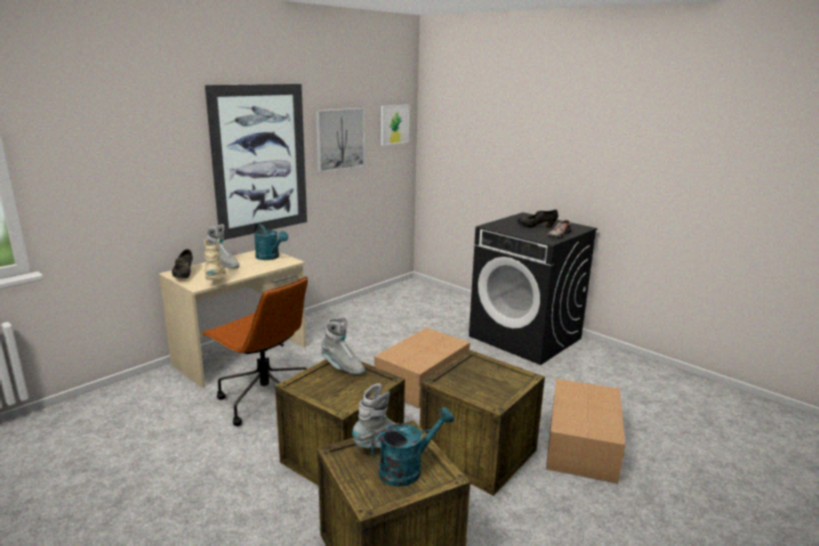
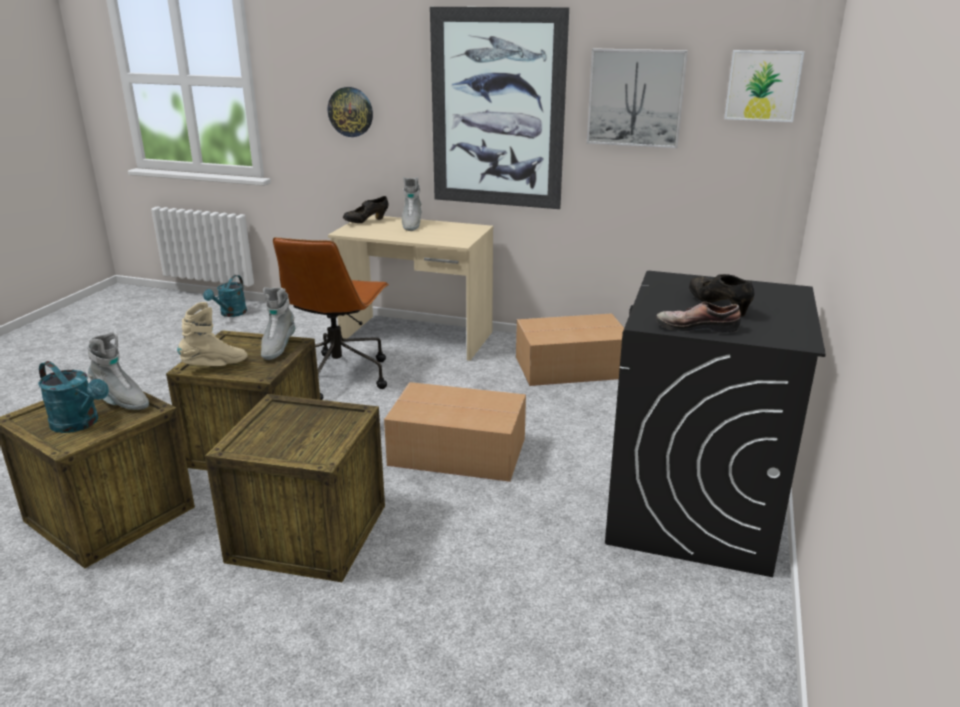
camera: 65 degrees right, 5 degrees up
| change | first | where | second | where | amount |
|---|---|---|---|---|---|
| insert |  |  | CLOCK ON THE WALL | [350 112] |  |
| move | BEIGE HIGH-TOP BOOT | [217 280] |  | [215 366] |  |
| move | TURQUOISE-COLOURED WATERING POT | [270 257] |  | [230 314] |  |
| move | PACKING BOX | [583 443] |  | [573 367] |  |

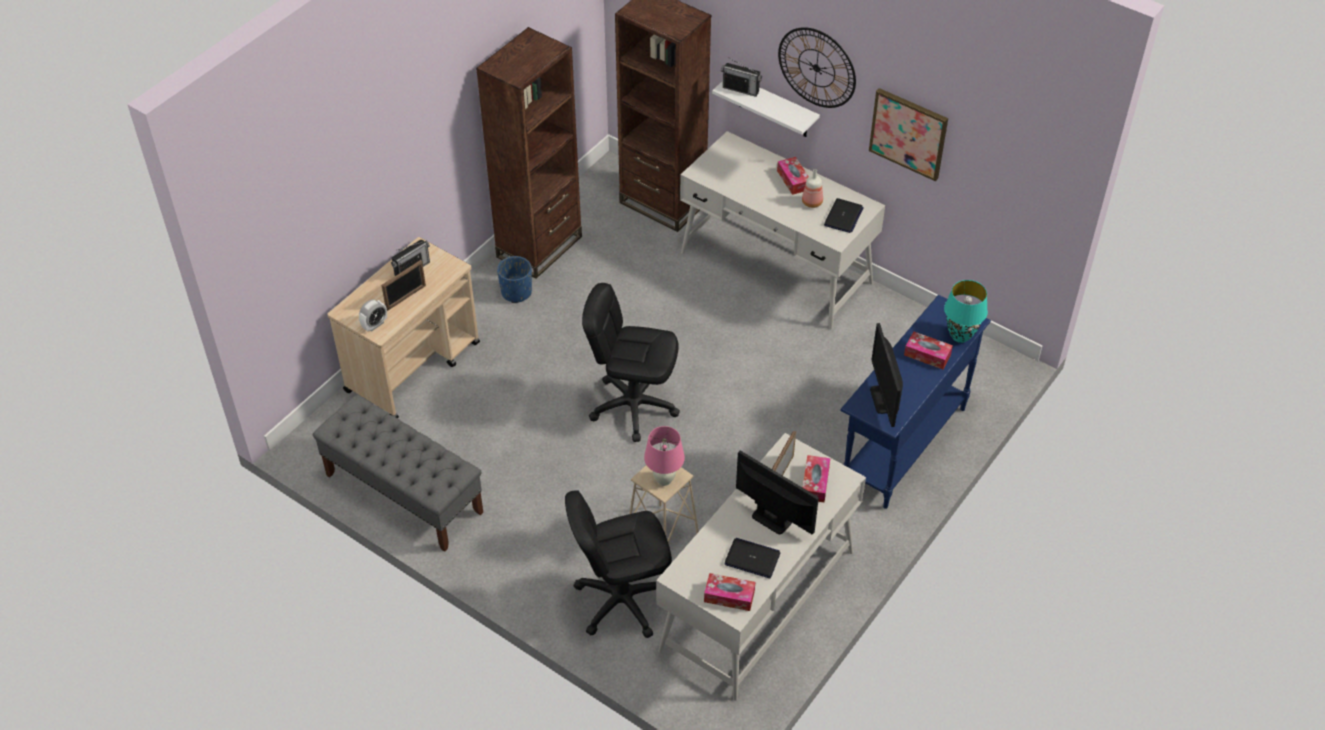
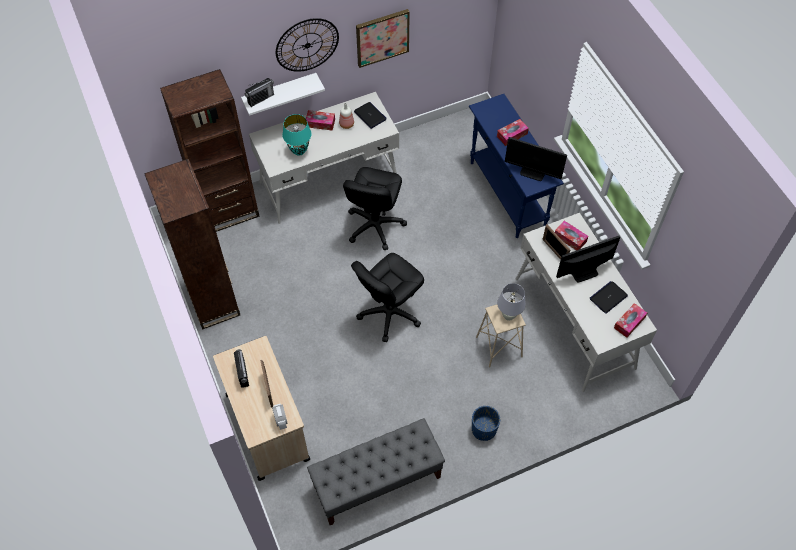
camera: 60 degrees left, 10 degrees up
| change | first | where | second | where | amount |
|---|---|---|---|---|---|
| move | BLUE-COLOURED PLANTER | [516 292] |  | [483 430] |  |
| move | BLACKISH COMPUTER CHAIR | [622 600] |  | [374 225] |  |
| move | TURQUOISE-COLOURED LAMP FOR A TABLE | [960 336] |  | [299 151] |  |
| recolor | PINK LAMP FOR A TABLE | [664 480] | WHITISH LAMP FOR A TABLE | [508 316] |  |

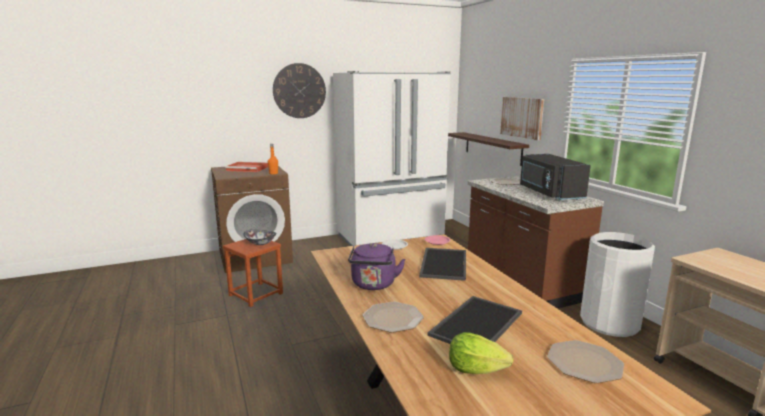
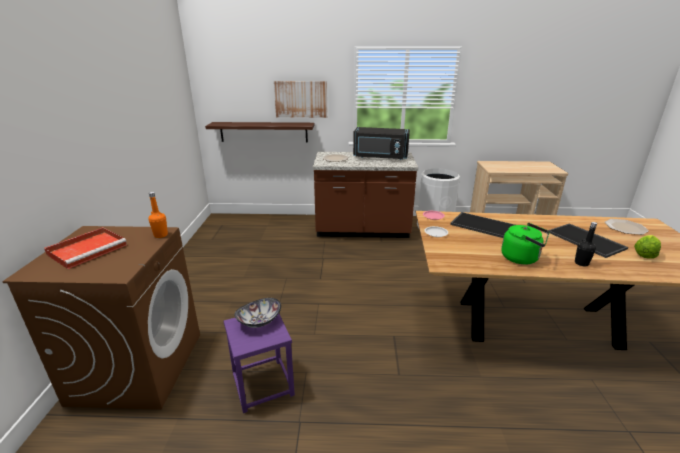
camera: 65 degrees left, 10 degrees up
| change | first | where | second | where | amount |
|---|---|---|---|---|---|
| delete | CLOCK ON THE WALL | [299 91] |  |  |  |
| delete | WHITISH FRIDGE | [391 239] |  |  |  |
| replace | DINNER PLATE | [392 318] | BLACKISH BEVERAGE BOTTLE | [581 263] |  |
| recolor | BROWN-COLOURED STOOL | [256 294] | PURPLE-COLOURED STOOL | [263 384] |  |
| recolor | PURPLE-COLOURED TEA KETTLE | [373 285] | GREEN TEA KETTLE | [522 258] |  |

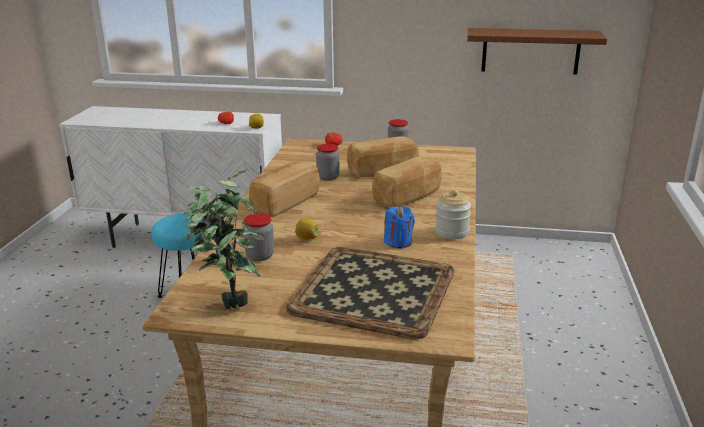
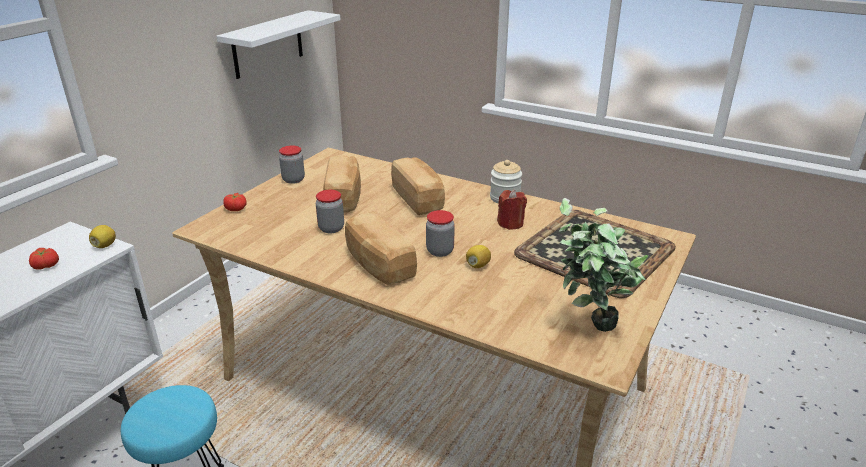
camera: 70 degrees left, 5 degrees up
| change | first | where | second | where | amount |
|---|---|---|---|---|---|
| move | STORAGE JAR | [260 256] |  | [440 251] |  |
| recolor | BLUE-COLOURED WAX CANDLE | [398 242] | REDDISH WAX CANDLE | [510 223] |  |
| recolor | BROWN-COLOURED WALL SHELF | [530 51] | WHITISH WALL SHELF | [268 44] |  |

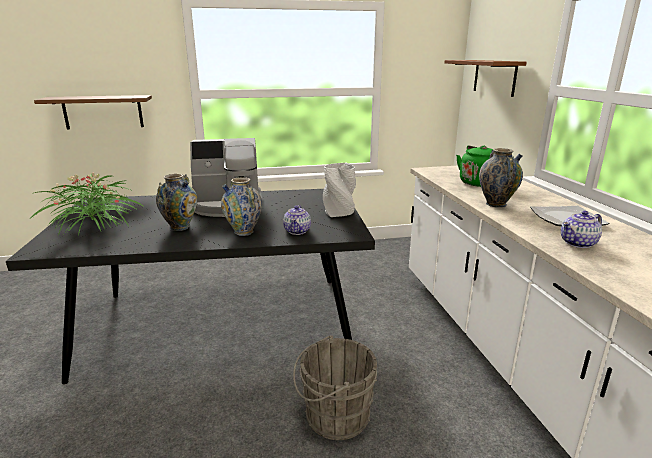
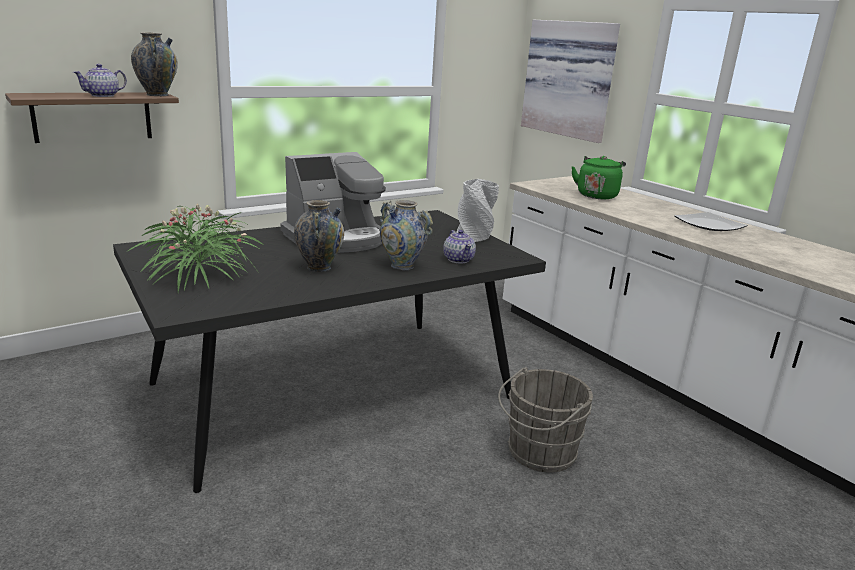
camera: 25 degrees left, 0 degrees up
| change | first | where | second | where | amount |
|---|---|---|---|---|---|
| move | DECORATIVE VASE | [496 204] |  | [157 95] |  |
| move | TEAPOT | [578 243] |  | [103 95] |  |
| replace | BROWN-COLOURED WALL SHELF | [494 77] | PICTURE | [570 79] |  |

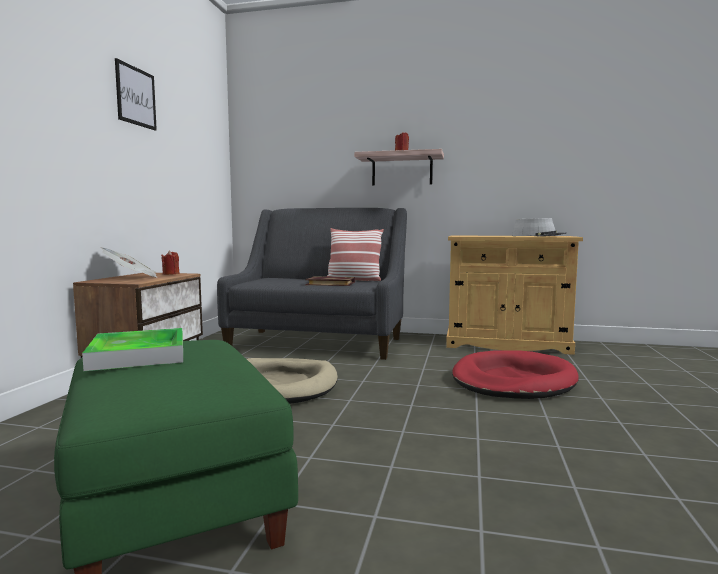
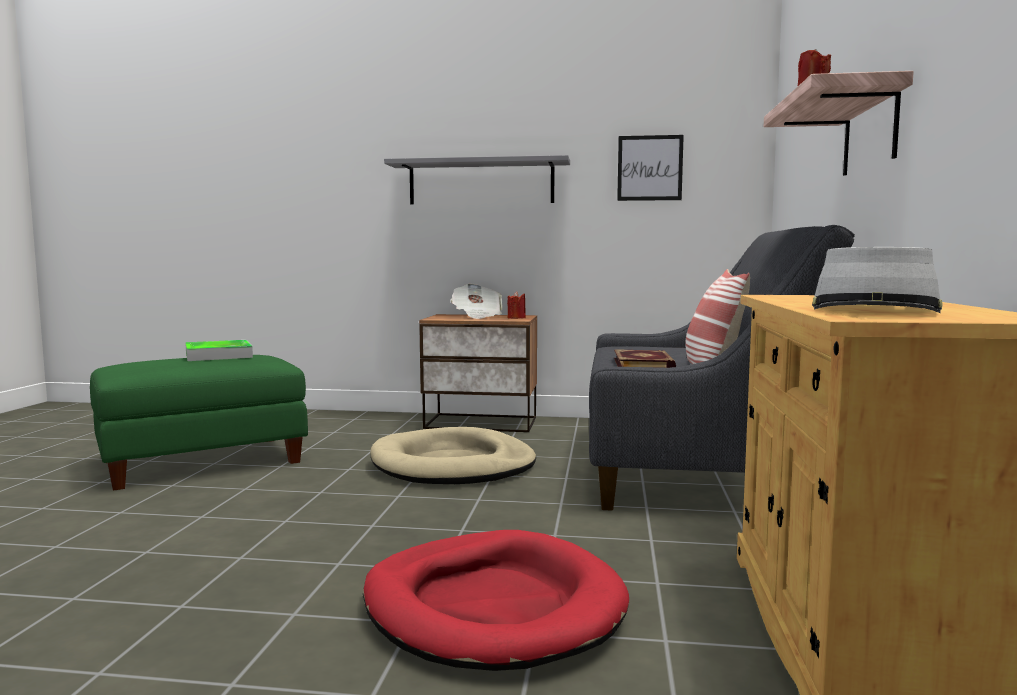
camera: 85 degrees right, 0 degrees up
| change | first | where | second | where | amount |
|---|---|---|---|---|---|
| insert |  |  | GRAY WALL SHELF | [481 182] |  |
| move | PICTURE | [136 96] |  | [650 168] |  |

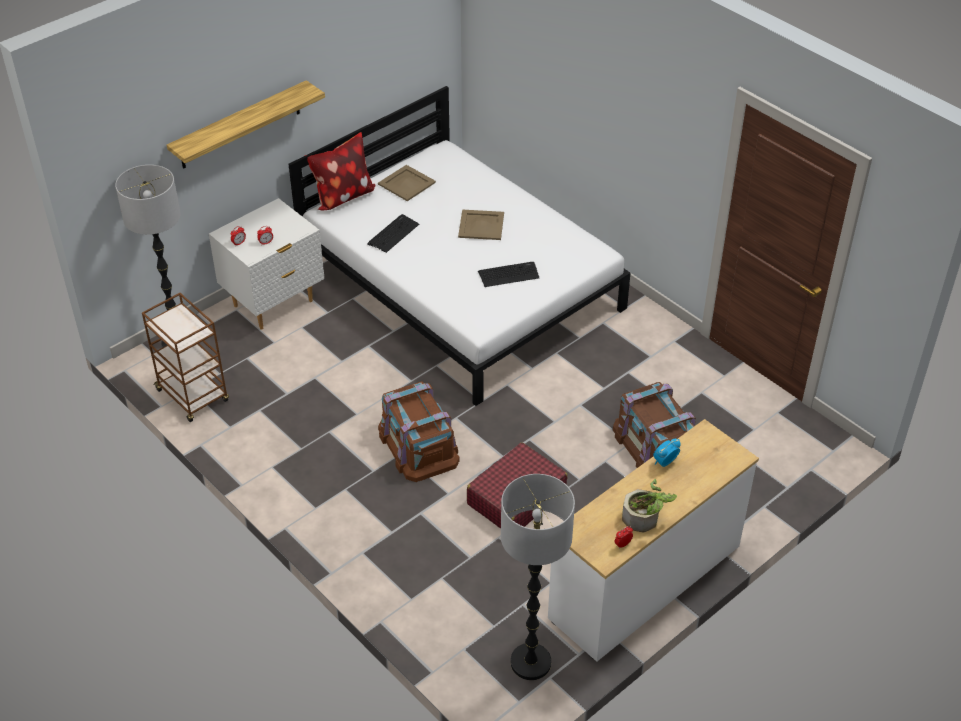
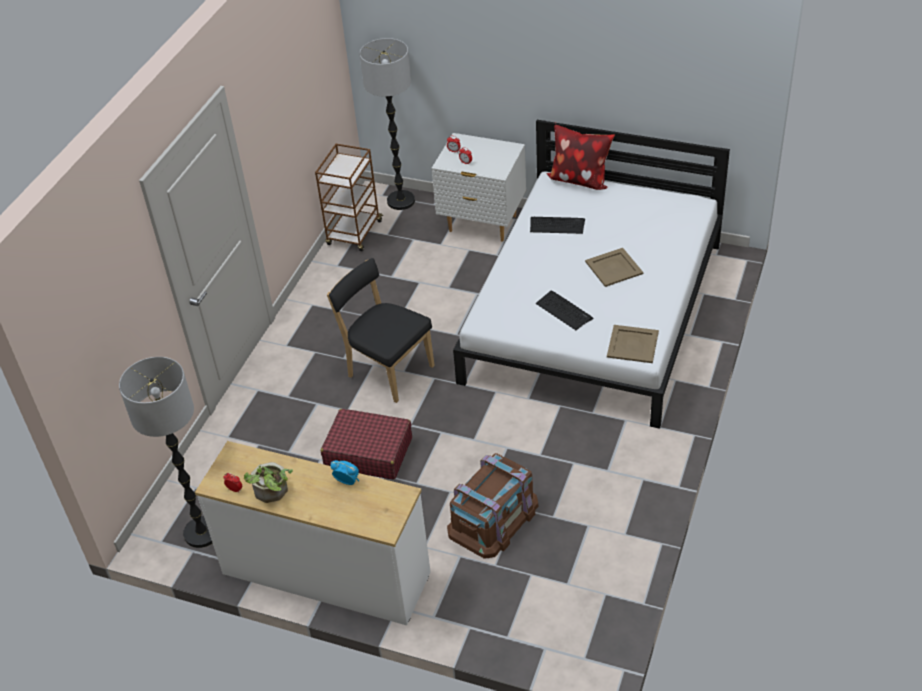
camera: 65 degrees right, 0 degrees up
| change | first | where | second | where | amount |
|---|---|---|---|---|---|
| delete | WALL SHELF | [240 125] |  |  |  |
| move | BEIGE TRAY | [406 183] |  | [632 344] |  |
| replace | BROWN-COLOURED STORAGE CONTAINER | [417 445] | BLACKISH UPRIGHT CHAIR | [387 370] |  |

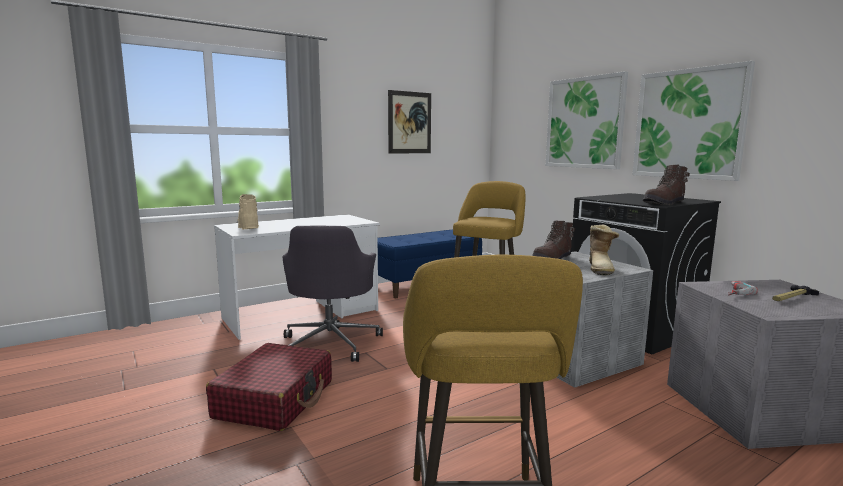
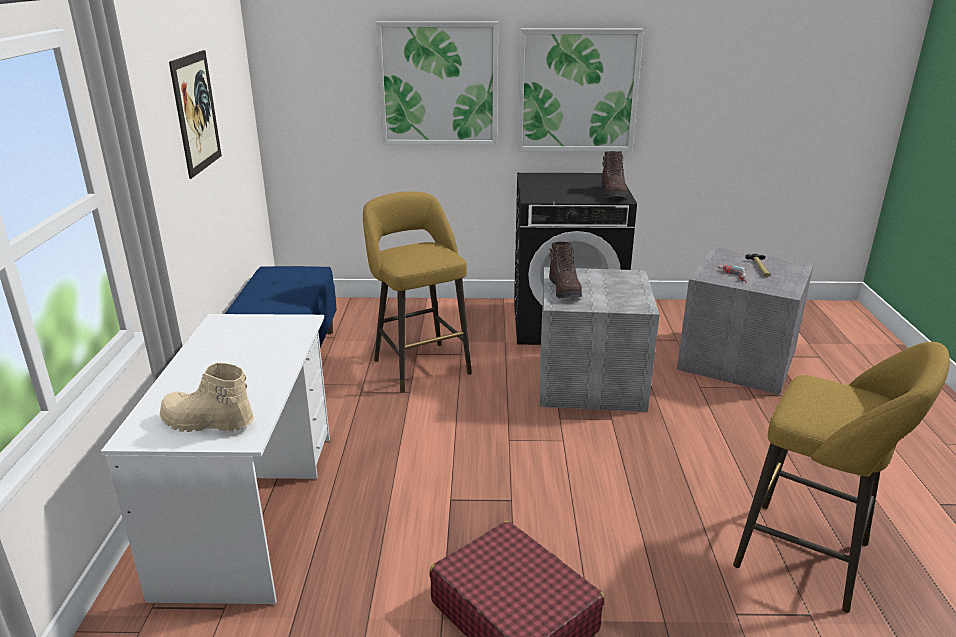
camera: 55 degrees left, 15 degrees up
| change | first | where | second | where | amount |
|---|---|---|---|---|---|
| delete | GRAY COMPUTER CHAIR | [331 343] |  |  |  |
| delete | HIGH-TOP BOOT | [601 268] |  |  |  |

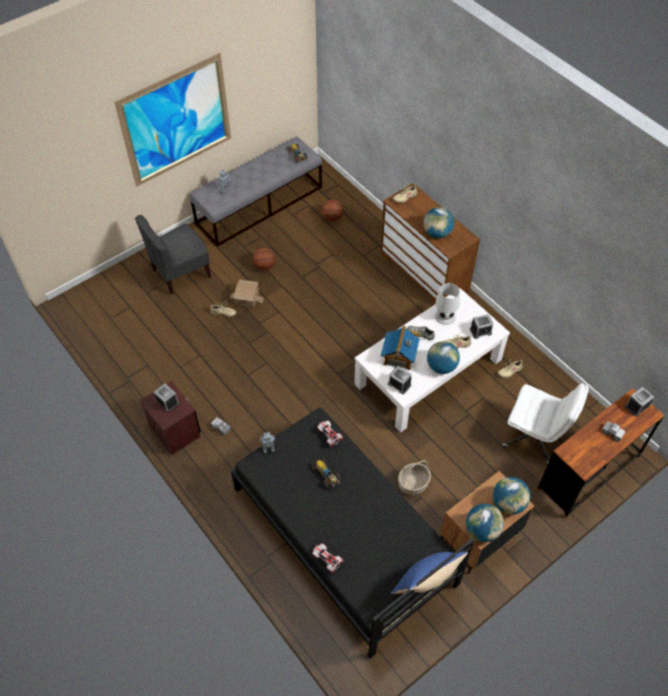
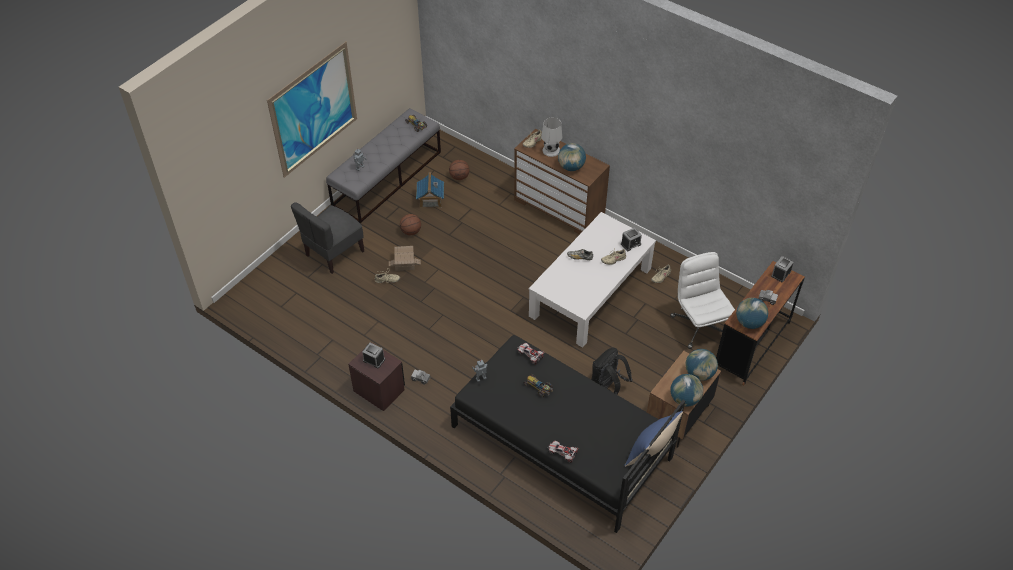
camera: 15 degrees left, 5 degrees down
| change | first | where | second | where | amount |
|---|---|---|---|---|---|
| delete | TABLE CLOCK | [399 384] |  |  |  |
| move | MODEL HOUSE | [399 356] |  | [430 200] |  |
| move | DESK GLOBE | [441 366] |  | [749 322] |  |
| move | WHITISH LAMP FOR A TABLE | [445 316] |  | [551 150] |  |
| replace | STORAGE BASKET | [413 484] | BLACKISH BACKPACK | [607 387] |  |
| rotate | WHITISH COMPUTER CHAIR | [535 437] |  | [699 326] | 120 degrees counterclockwise |

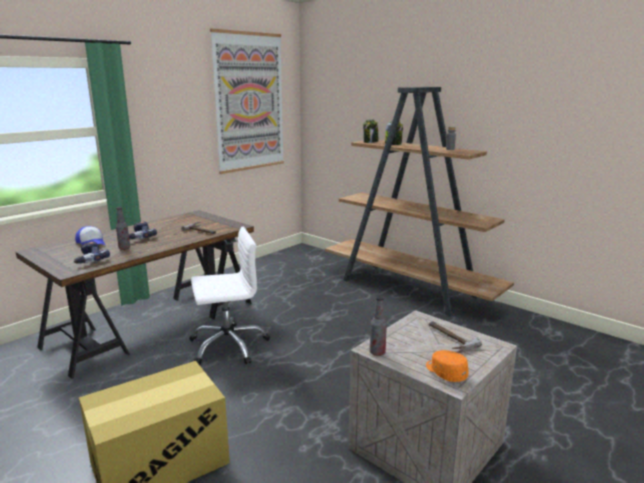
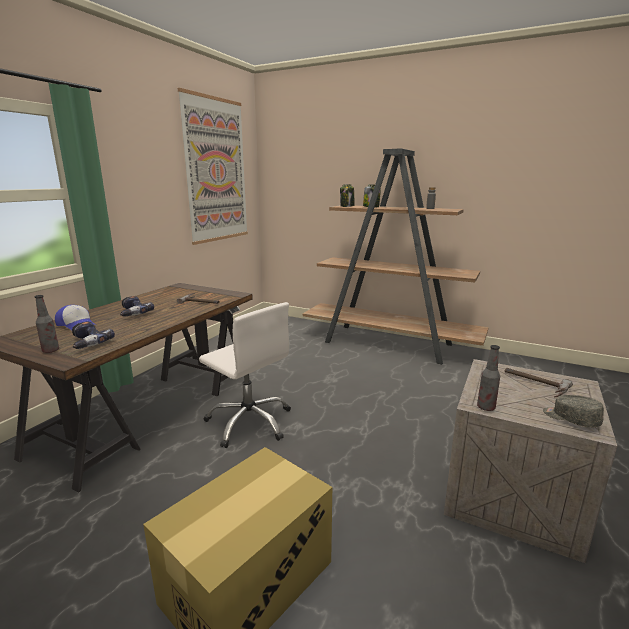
camera: 15 degrees left, 0 degrees up
| change | first | where | second | where | amount |
|---|---|---|---|---|---|
| move | BEVERAGE BOTTLE | [124 248] |  | [50 350] |  |
| recolor | ORANGE-COLOURED BASEBALL CAP | [445 373] | GRAY BASEBALL CAP | [570 419] |  |
| rotate | WHITISH COMPUTER CHAIR | [228 345] |  | [249 422] | 75 degrees clockwise |

